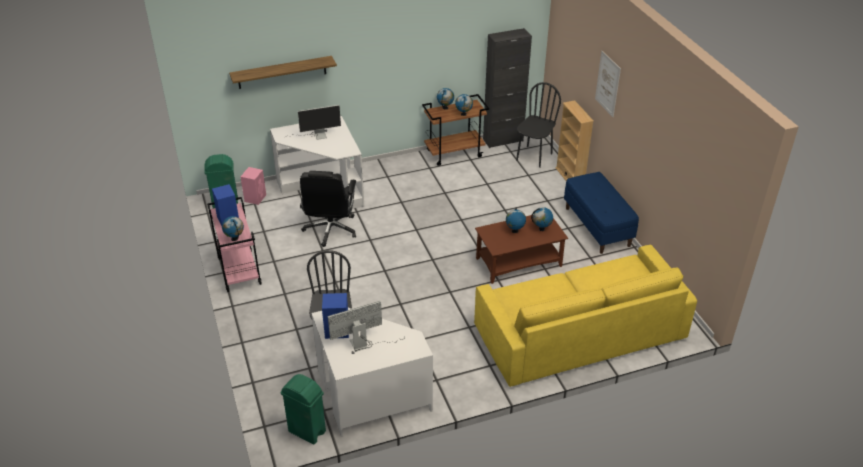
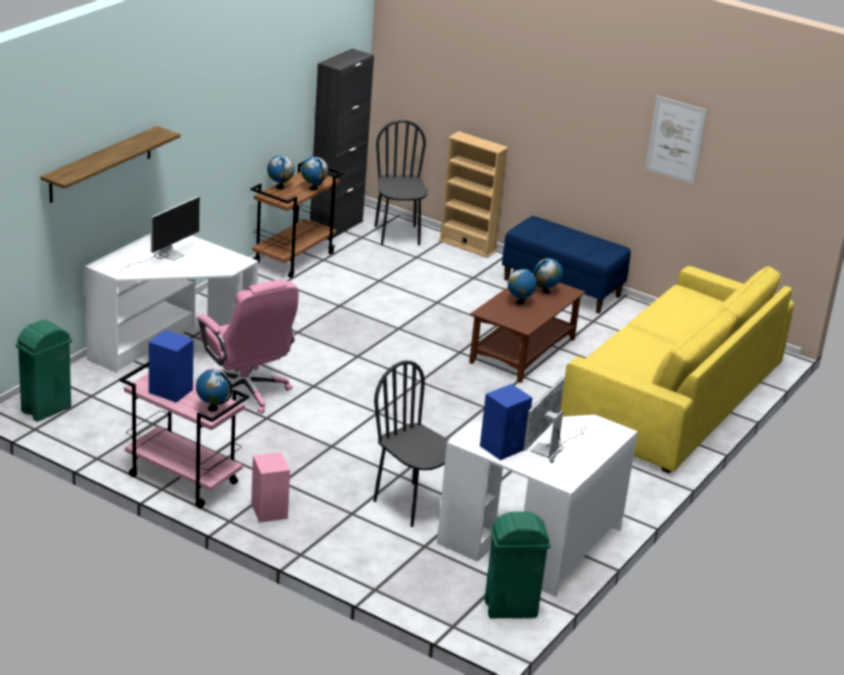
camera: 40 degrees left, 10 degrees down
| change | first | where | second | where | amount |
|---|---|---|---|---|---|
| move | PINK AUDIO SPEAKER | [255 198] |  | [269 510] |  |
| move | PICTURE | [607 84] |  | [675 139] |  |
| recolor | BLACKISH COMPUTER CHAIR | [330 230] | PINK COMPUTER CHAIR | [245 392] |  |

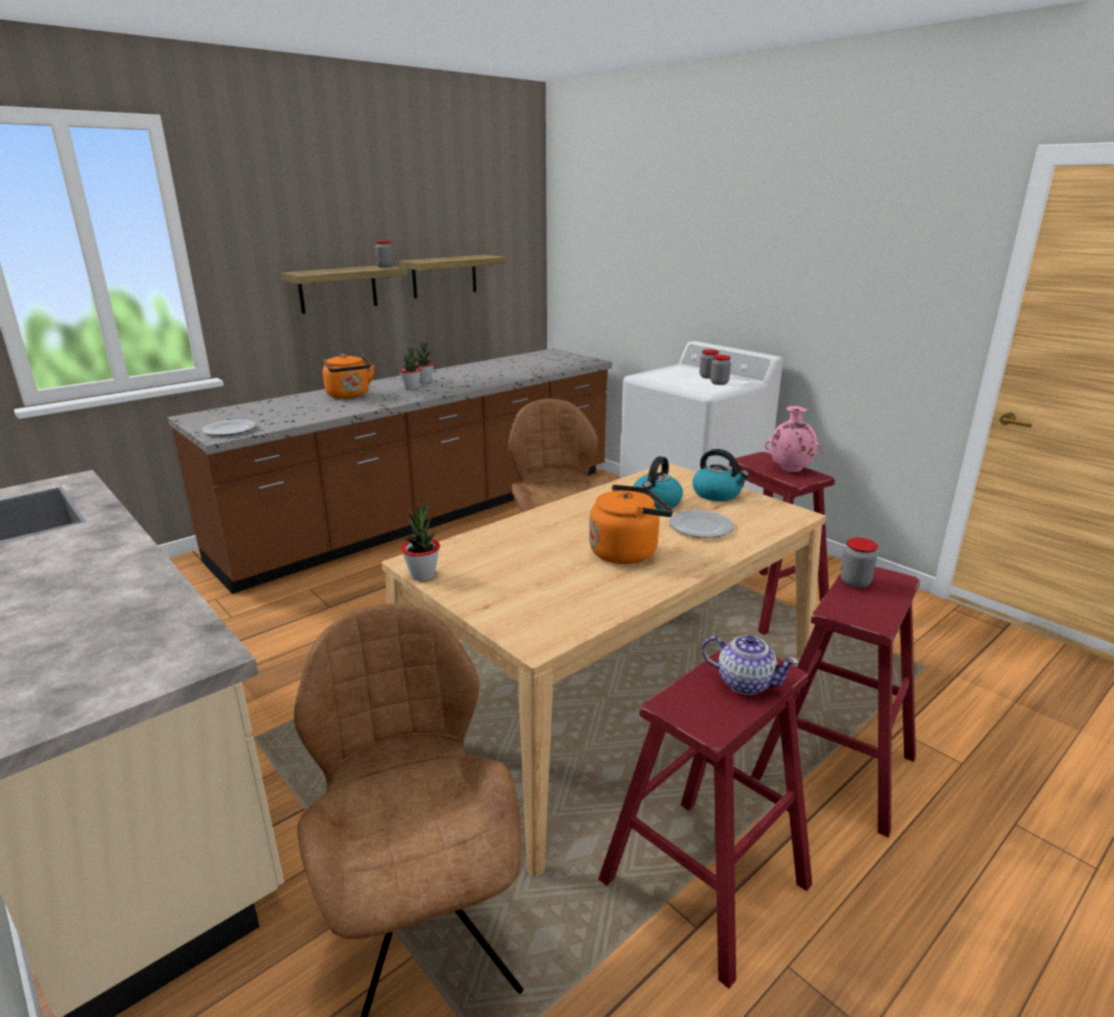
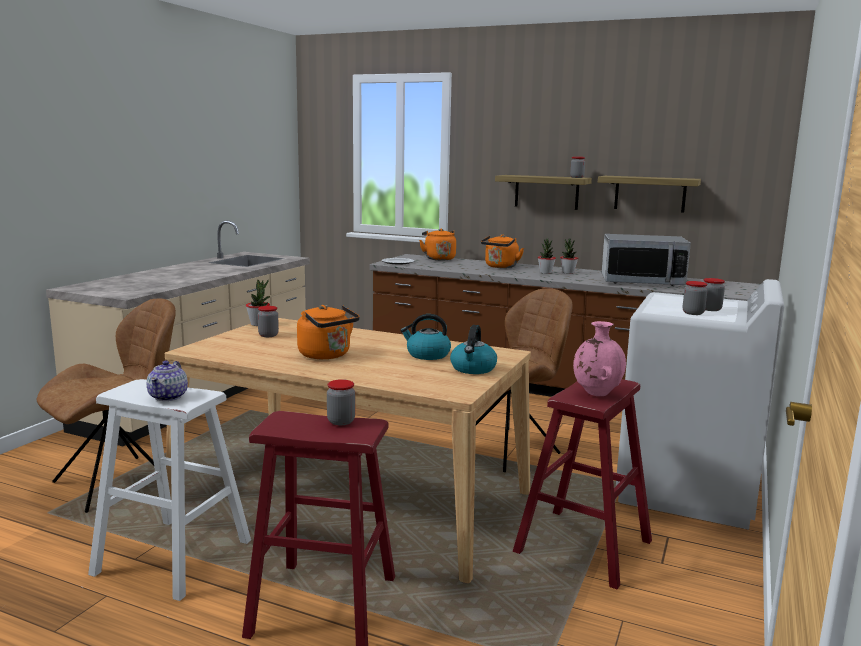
camera: 65 degrees right, 10 degrees down
| change | first | where | second | where | amount |
|---|---|---|---|---|---|
| delete | DINNER PLATE | [701 527] |  |  |  |
| insert |  |  | STORAGE JAR | [268 335] |  |
| insert |  |  | ORANGE-COLOURED TEA KETTLE | [438 258] |  |
| insert |  |  | KITCHEN MICROWAVE | [642 282] |  |
| recolor | REDDISH STOOL | [704 882] | WHITISH STOOL | [173 557] |  |

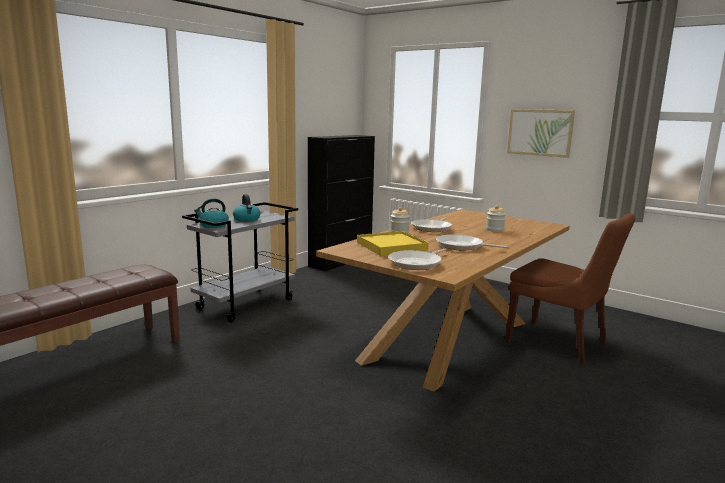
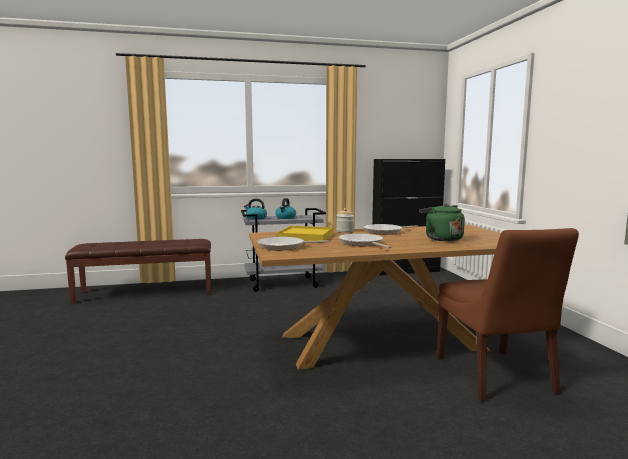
camera: 40 degrees right, 5 degrees down
| change | first | where | second | where | amount |
|---|---|---|---|---|---|
| delete | PICTURE | [540 132] |  |  |  |
| replace | STORAGE JAR | [494 229] | GREEN TEA KETTLE | [441 239] |  |

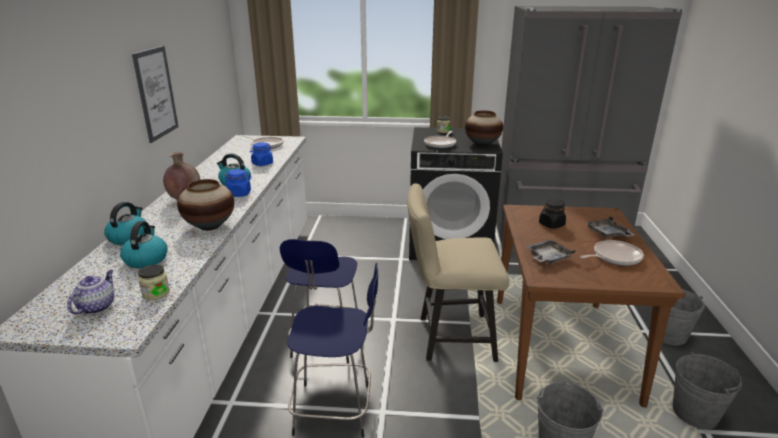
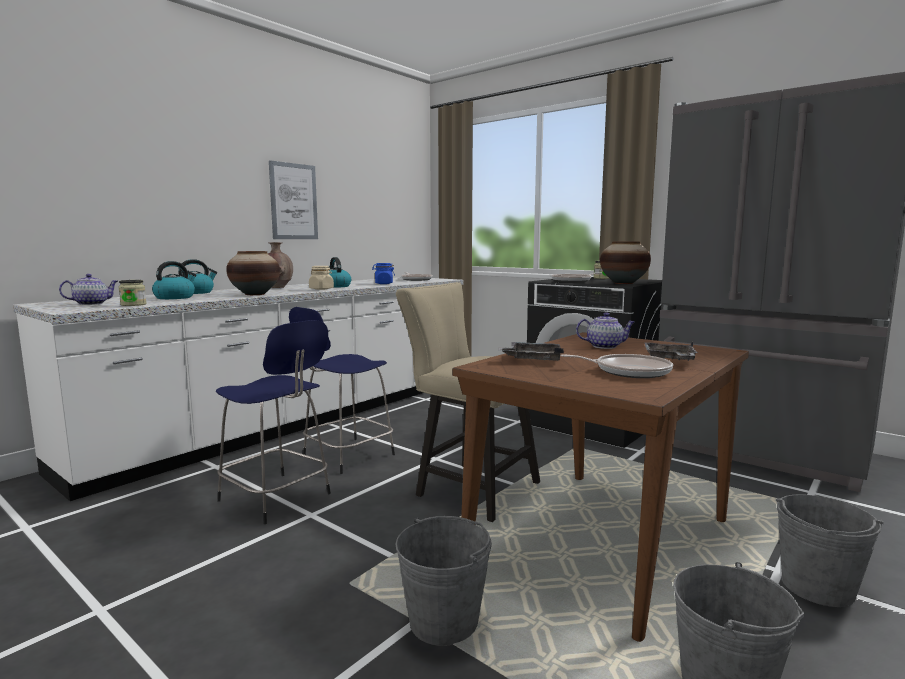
camera: 35 degrees right, 15 degrees down
| change | first | where | second | where | amount |
|---|---|---|---|---|---|
| replace | BLACKISH STORAGE JAR | [551 224] | TEAPOT | [605 346] |  |
| recolor | BLUE-COLOURED STORAGE JAR | [239 194] | BEIGE STORAGE JAR | [321 289] |  |

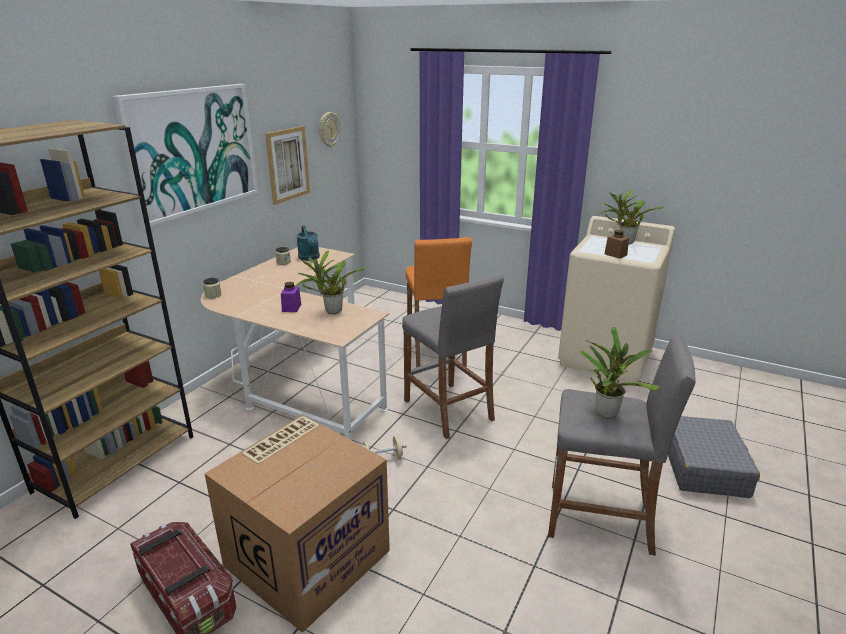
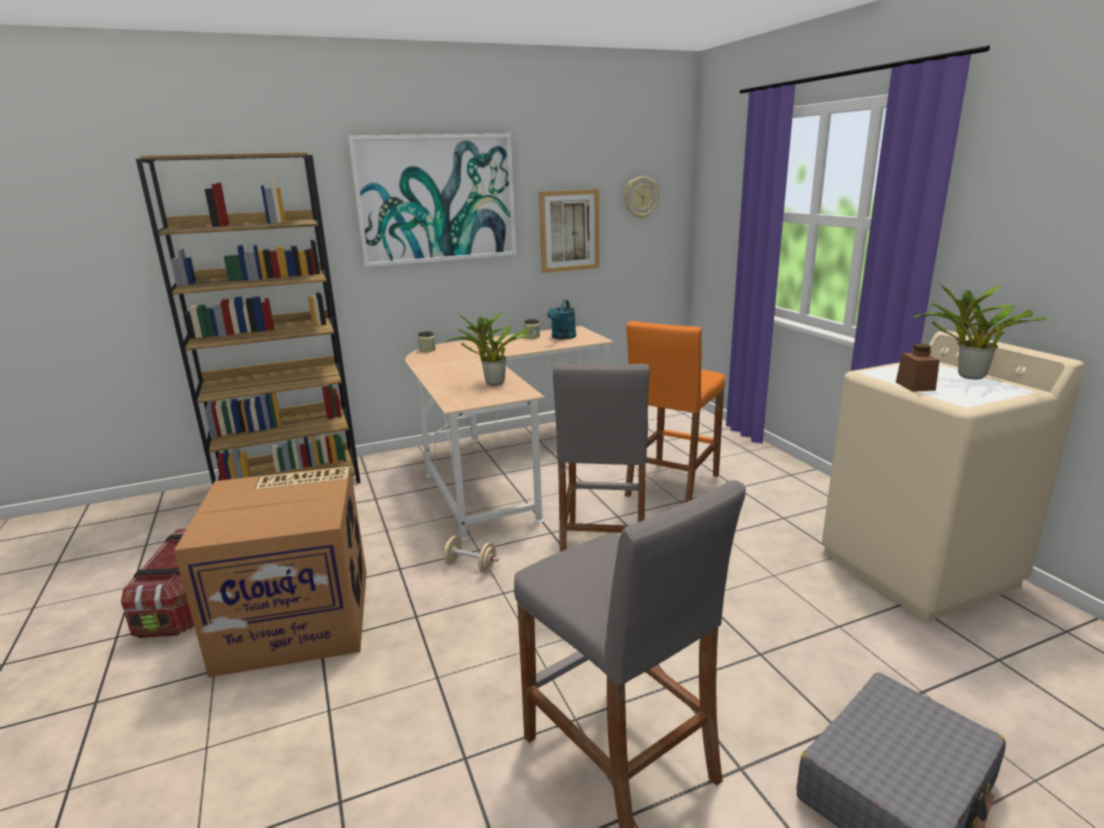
camera: 40 degrees right, 5 degrees down
| change | first | where | second | where | amount |
|---|---|---|---|---|---|
| delete | PURPLE-COLOURED STORAGE JAR | [291 308] |  |  |  |
| delete | PLANT IN A POT | [606 411] |  |  |  |

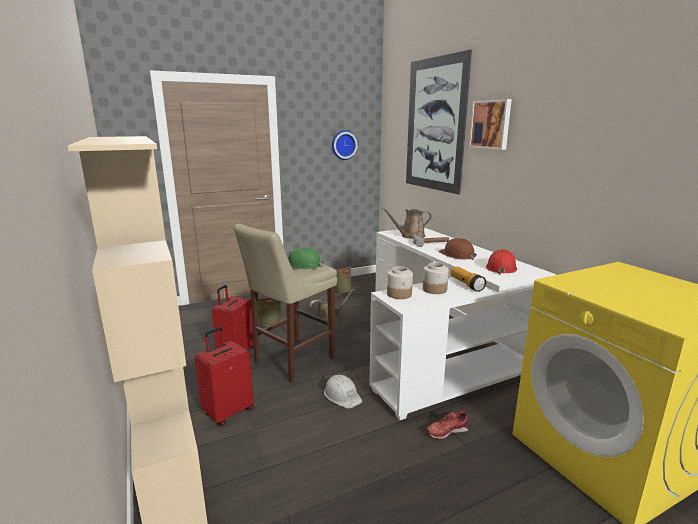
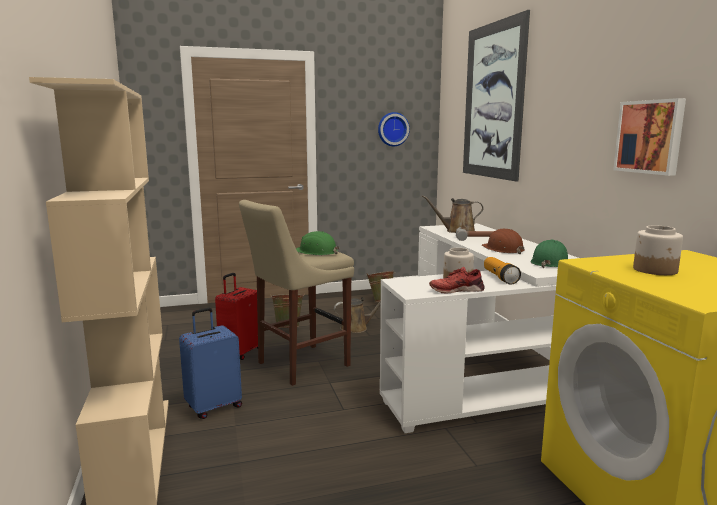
camera: 10 degrees right, 5 degrees down
| change | first | where | second | where | amount |
|---|---|---|---|---|---|
| delete | WHITISH SAFETY HELMET | [342 395] |  |  |  |
| move | STORAGE JAR | [399 294] |  | [655 270] |  |
| move | REDDISH SHOE | [447 430] |  | [456 290] |  |
| move | PICTURE | [491 124] |  | [650 137] |  |
| recolor | REDDISH SUITCASE | [228 412] | BLUE-COLOURED SUITCASE | [213 407] |  |
| recolor | REDDISH SAFETY HELMET | [501 268] | GREEN SAFETY HELMET | [550 262] |  |

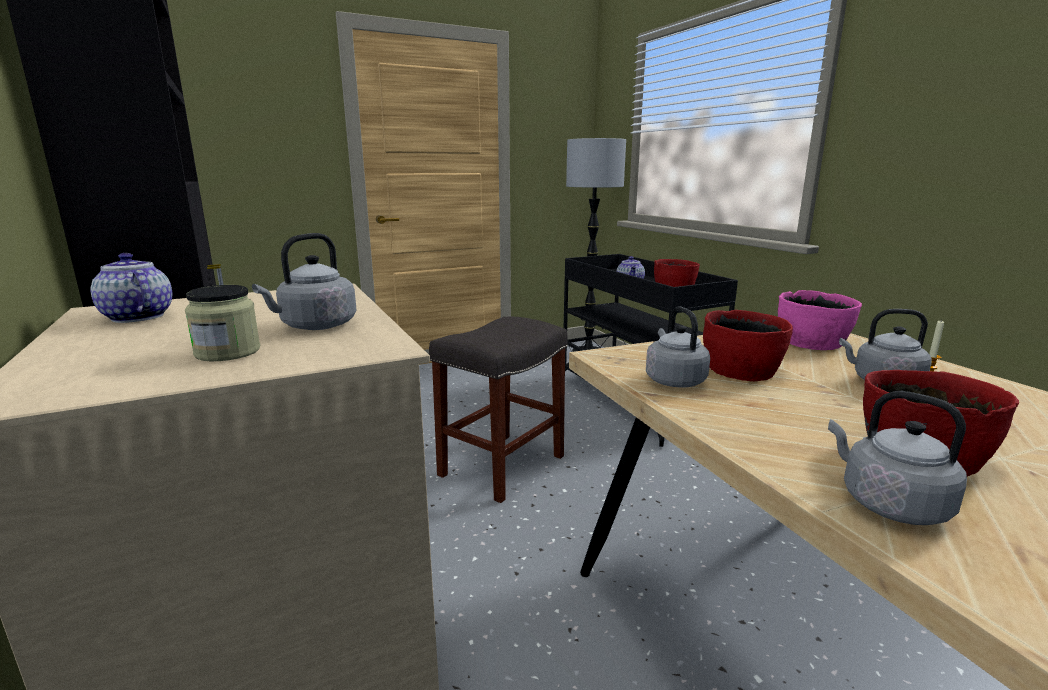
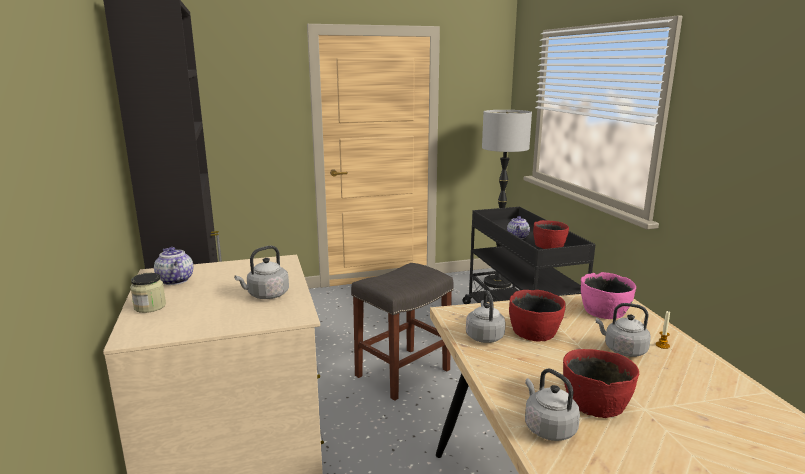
camera: 10 degrees right, 0 degrees up
| change | first | where | second | where | amount |
|---|---|---|---|---|---|
| move | STORAGE JAR | [228 352] |  | [150 306] |  |

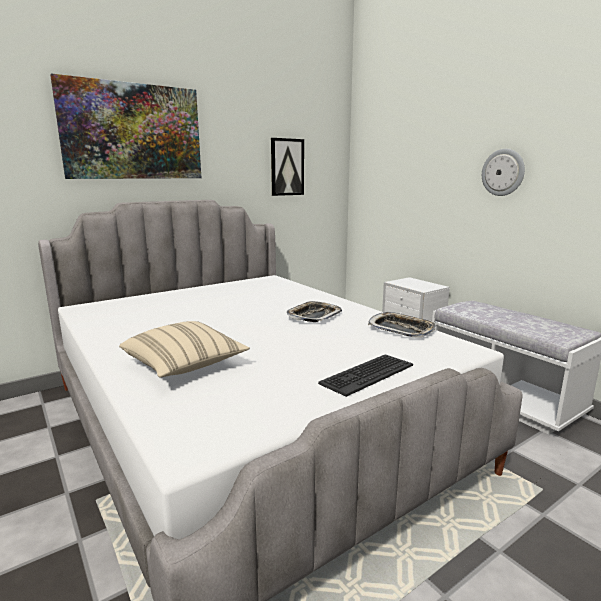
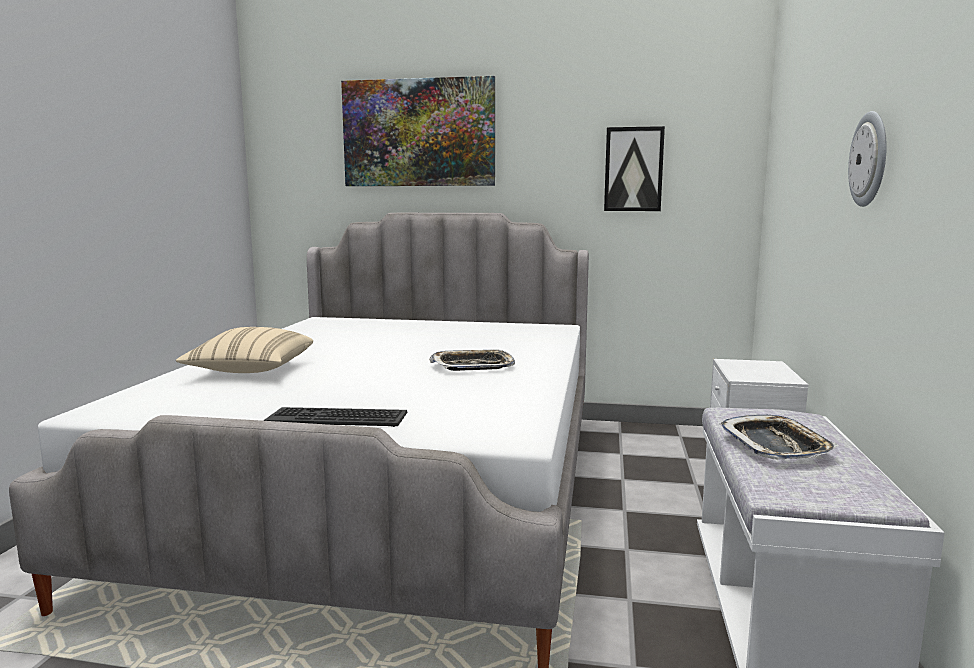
camera: 45 degrees right, 5 degrees down
| change | first | where | second | where | amount |
|---|---|---|---|---|---|
| move | TRAY | [401 329] |  | [775 445] |  |

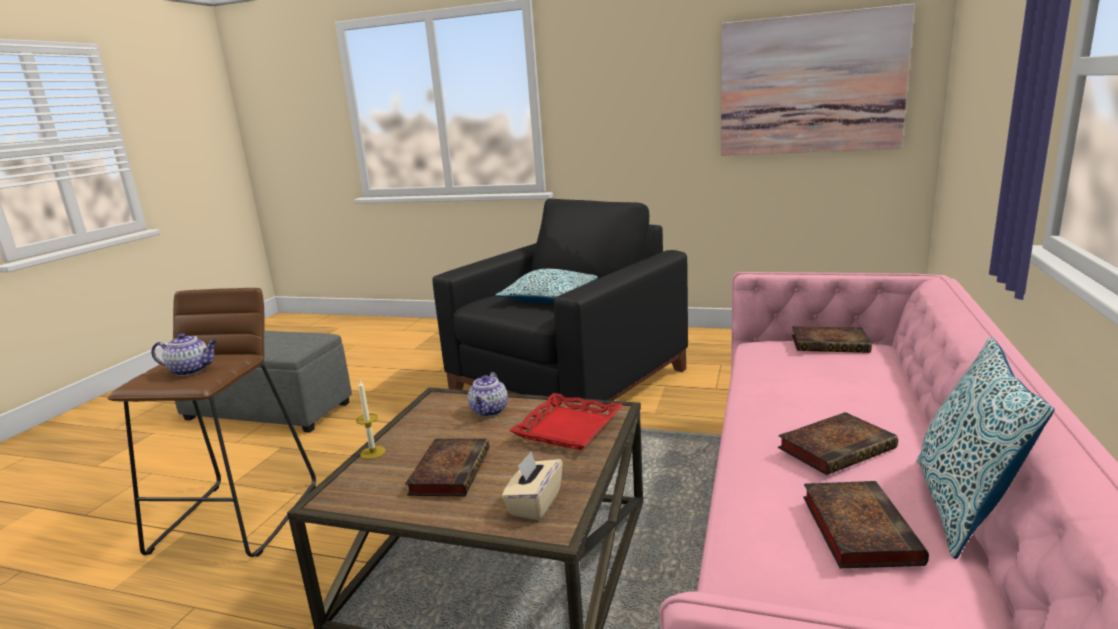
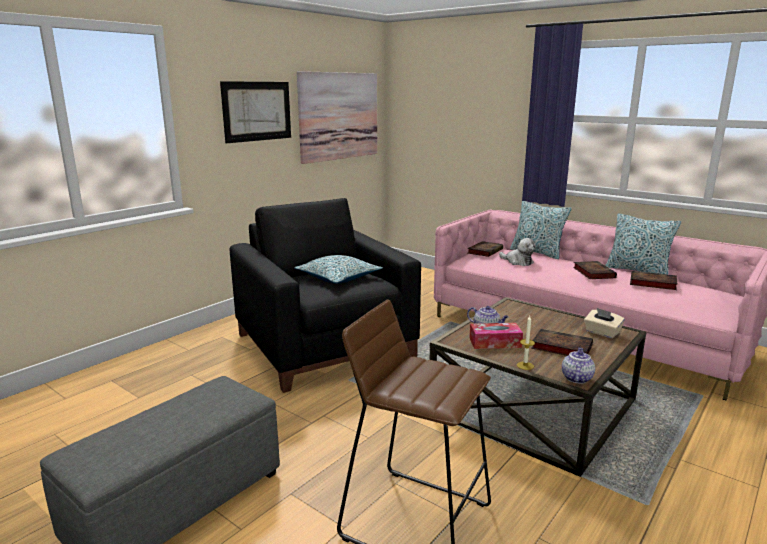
camera: 70 degrees left, 0 degrees up
| change | first | where | second | where | amount |
|---|---|---|---|---|---|
| delete | REDDISH TRAY | [567 428] |  |  |  |
| insert |  |  | PICTURE | [257 111] |  |
| insert |  |  | TISSUE BOX | [495 342] |  |
| insert |  |  | SOFT TOY | [518 262] |  |
| insert |  |  | CUSHION | [537 252] |  |
| move | TEAPOT | [191 370] |  | [576 378] |  |

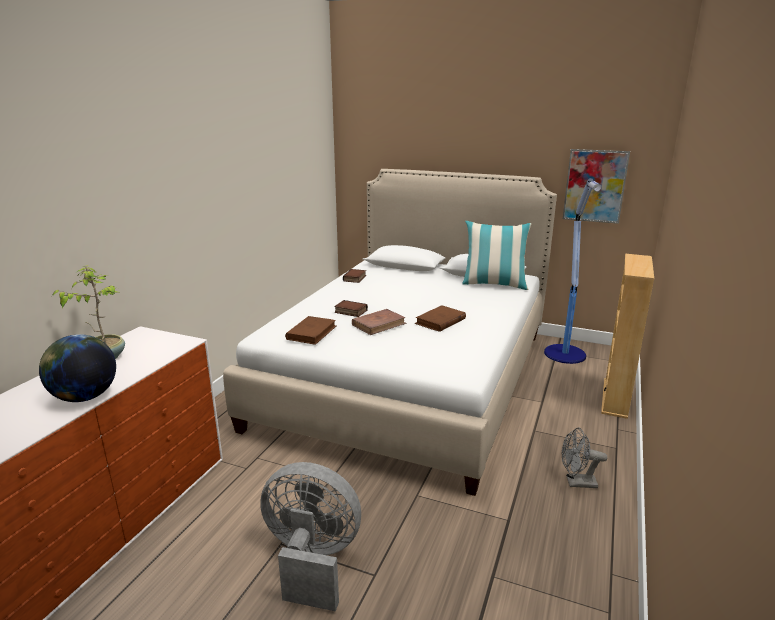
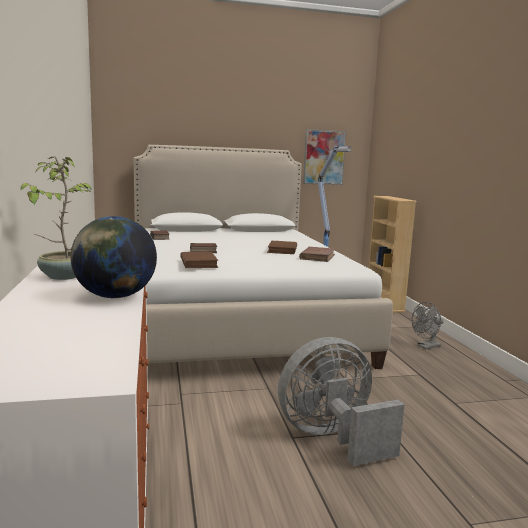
camera: 35 degrees left, 10 degrees down
| change | first | where | second | where | amount |
|---|---|---|---|---|---|
| delete | CUSHION | [494 284] |  |  |  |
| move | BROWN-COLOURED BOOK | [379 324] |  | [317 257] |  |

